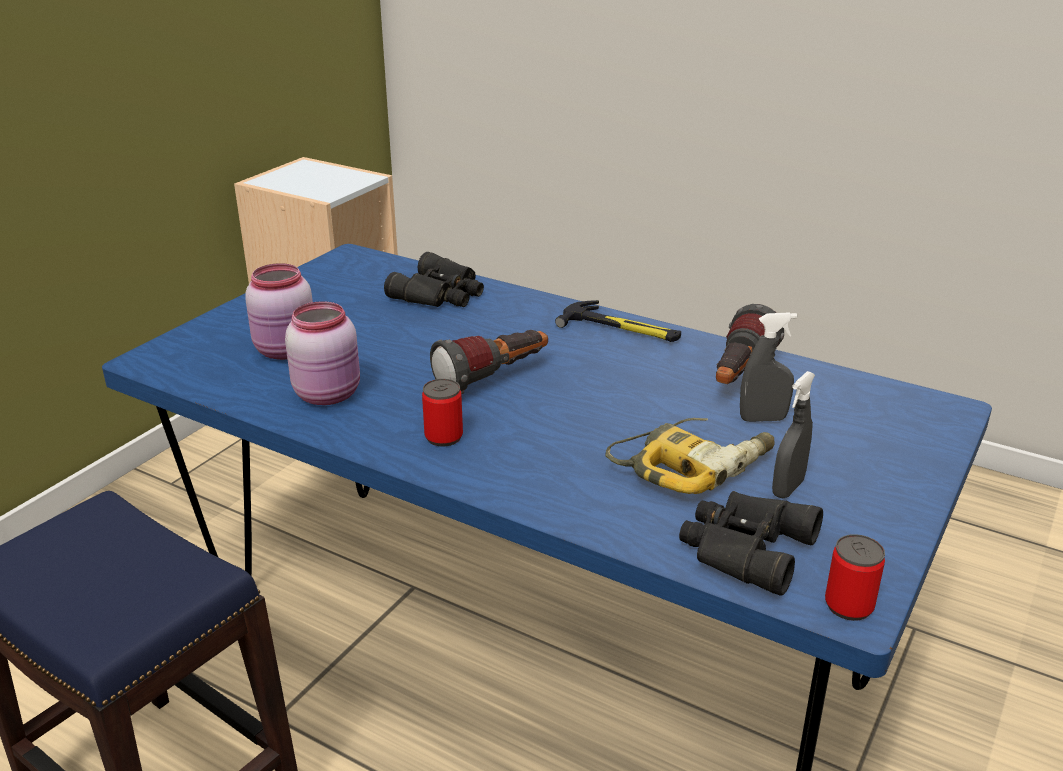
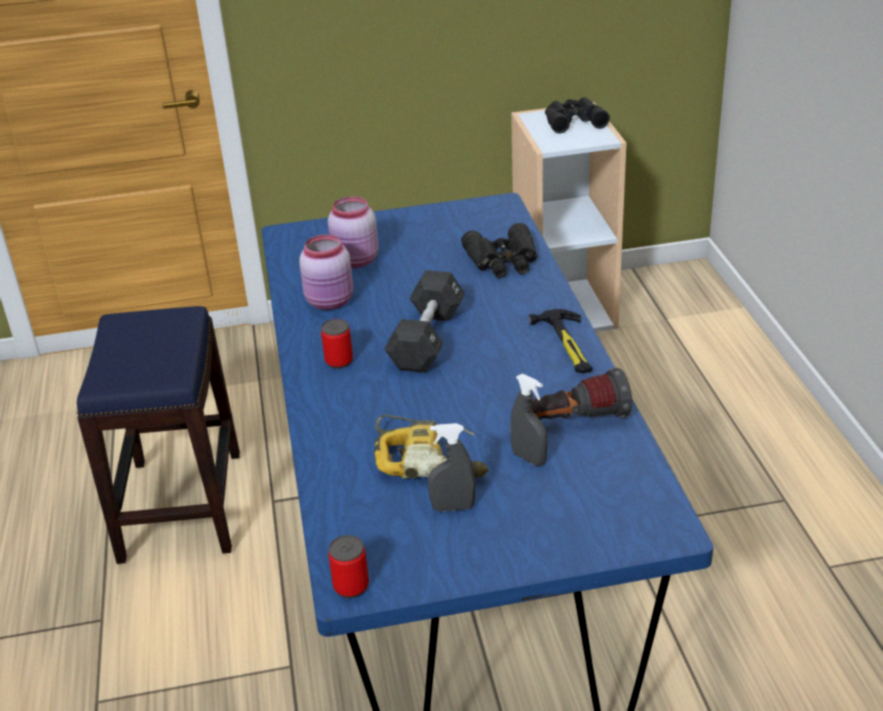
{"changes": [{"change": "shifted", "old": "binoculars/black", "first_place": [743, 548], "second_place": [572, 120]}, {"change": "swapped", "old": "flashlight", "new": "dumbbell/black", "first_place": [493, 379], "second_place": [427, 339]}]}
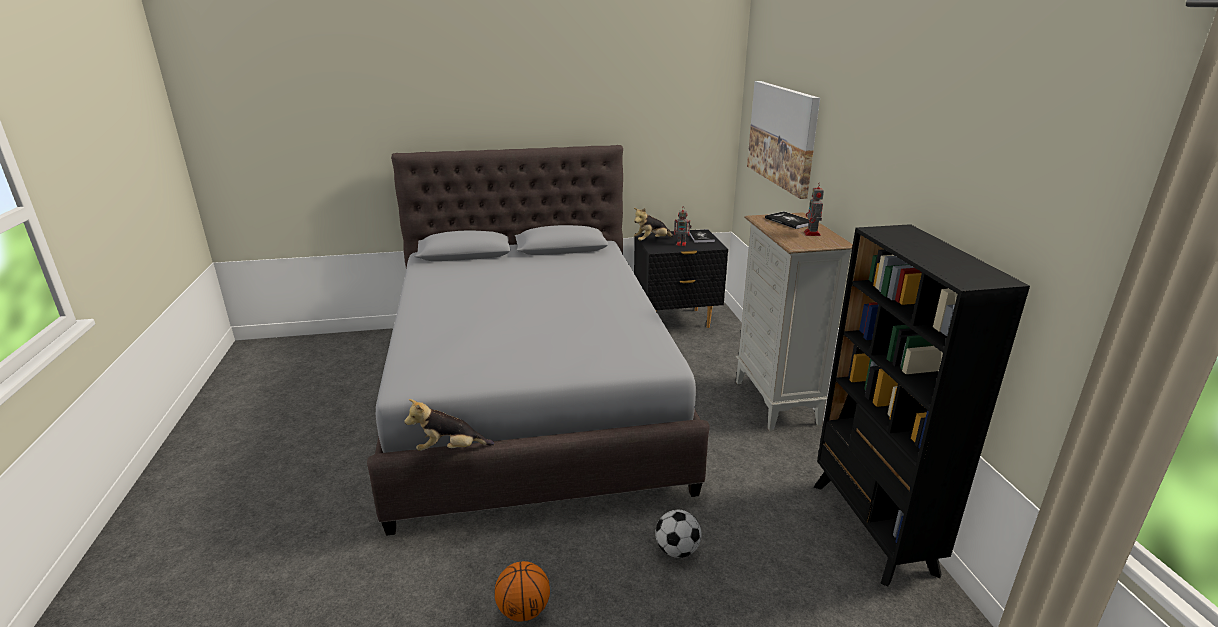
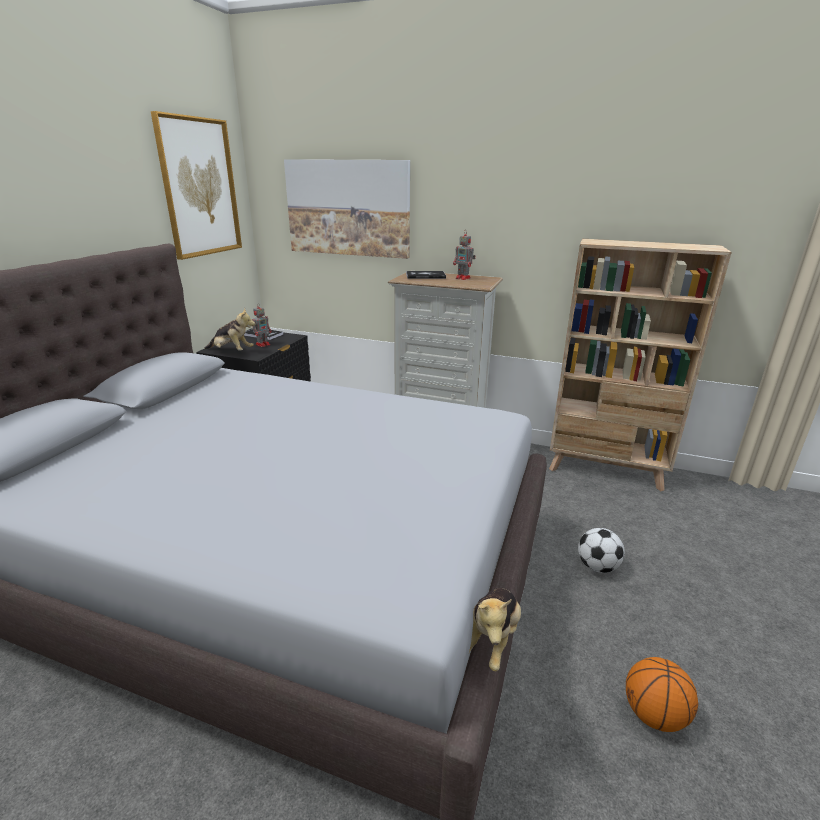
{"changes": [{"change": "new", "new": "picture", "second_place": [199, 188]}, {"change": "repainted", "old": "bookcase/black", "new": "bookcase/beige", "first_place": [872, 528], "second_place": [605, 469]}, {"change": "rotated", "old": "plush toy", "first_place": [651, 241], "second_place": [232, 351], "degrees": -75}]}
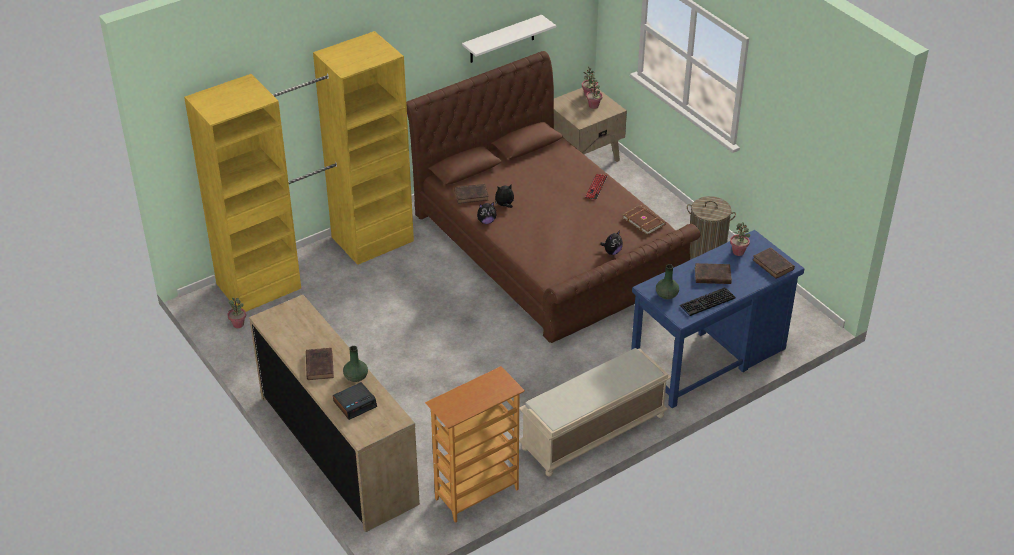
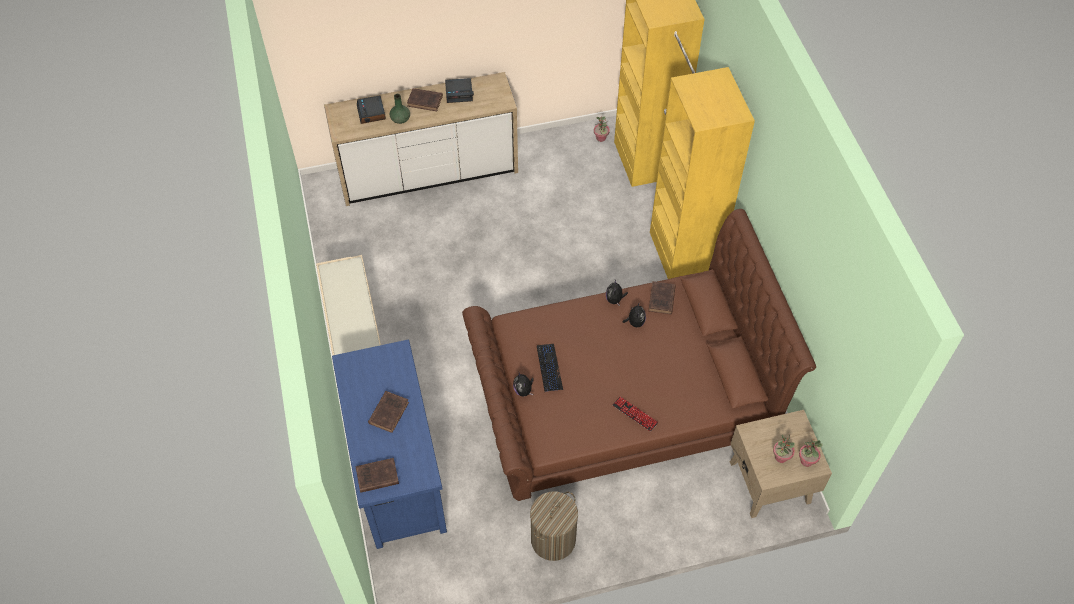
{"changes": [{"change": "gone", "old": "bookcase", "first_place": [477, 494]}, {"change": "gone", "old": "shelf/white", "first_place": [502, 39]}, {"change": "gone", "old": "book/brown", "first_place": [644, 221]}, {"change": "gone", "old": "vase/green", "first_place": [666, 295]}, {"change": "gone", "old": "potted plant", "first_place": [738, 252]}, {"change": "new", "new": "alarm clock", "second_place": [459, 93]}, {"change": "shifted", "old": "keyboard", "first_place": [707, 302], "second_place": [549, 368]}]}
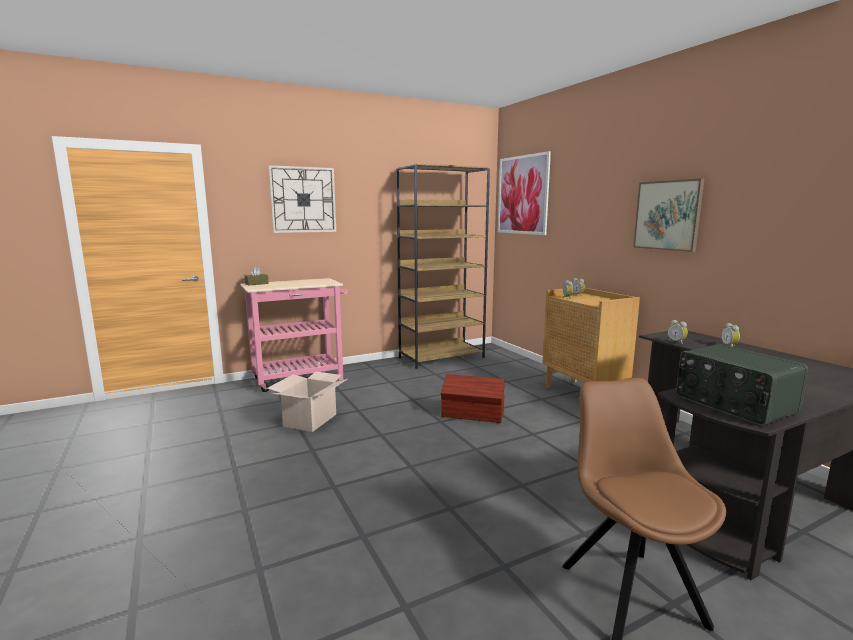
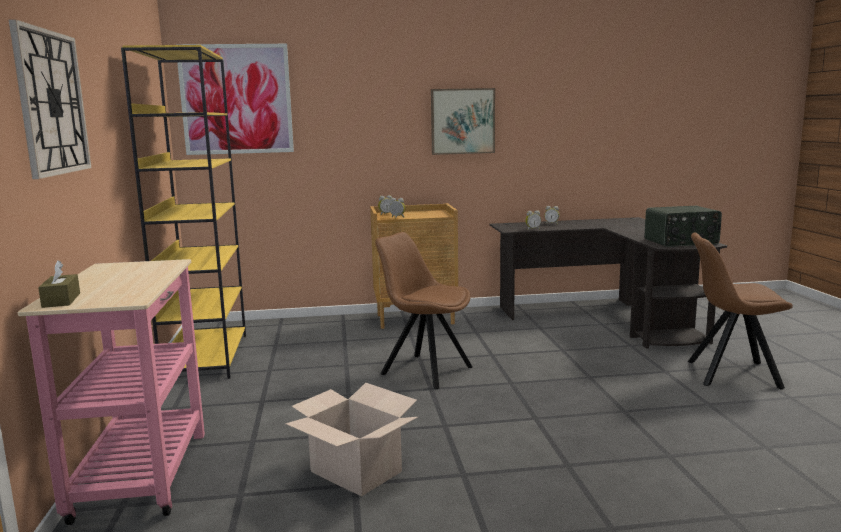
{"changes": [{"change": "swapped", "old": "storage box/brown", "new": "chair/brown", "first_place": [473, 415], "second_place": [425, 370]}, {"change": "repainted", "old": "bookcase/brown", "new": "bookcase/yellow", "first_place": [442, 357], "second_place": [206, 357]}]}
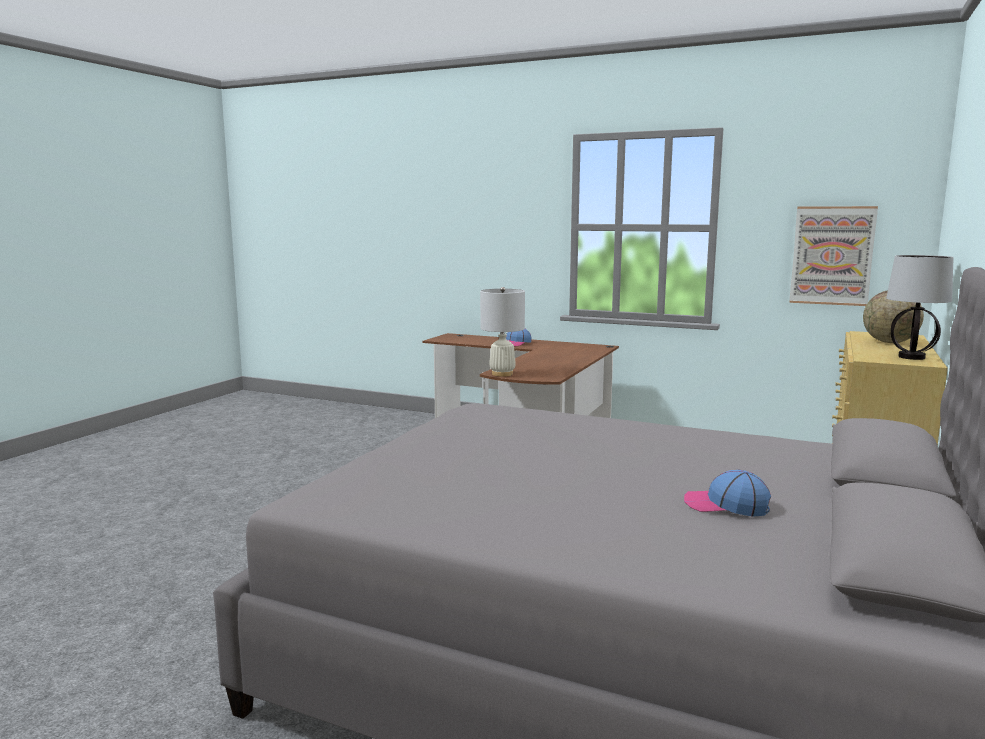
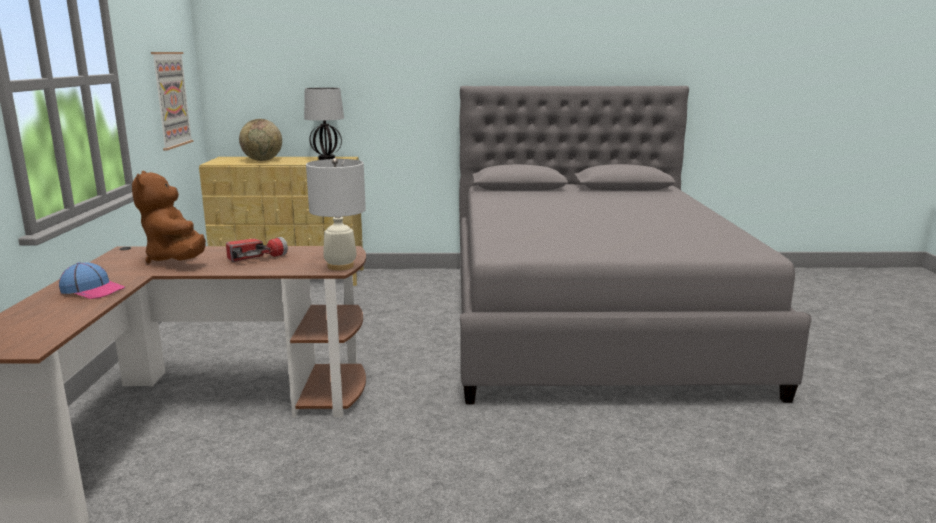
{"changes": [{"change": "gone", "old": "cap", "first_place": [725, 505]}, {"change": "new", "new": "plush toy/brown", "second_place": [177, 260]}, {"change": "new", "new": "flashlight", "second_place": [257, 258]}]}
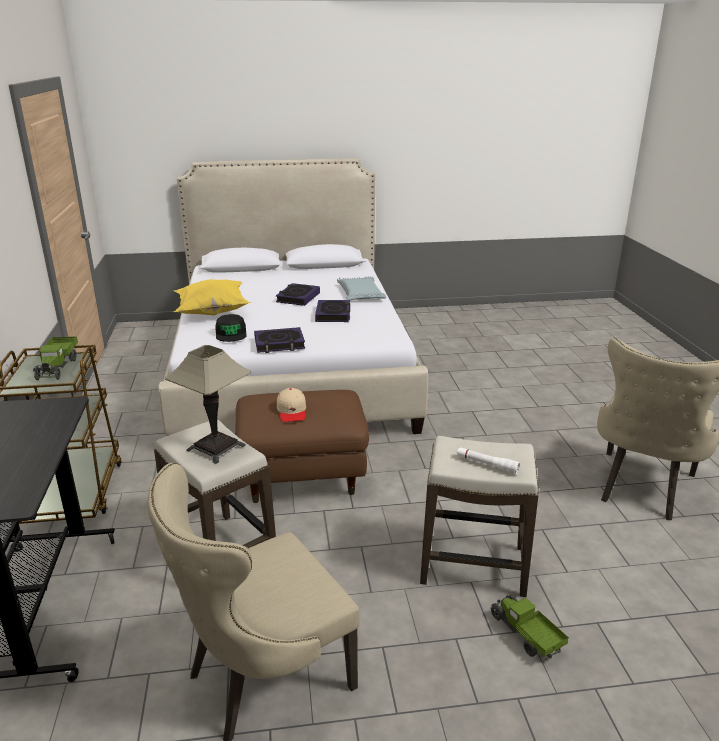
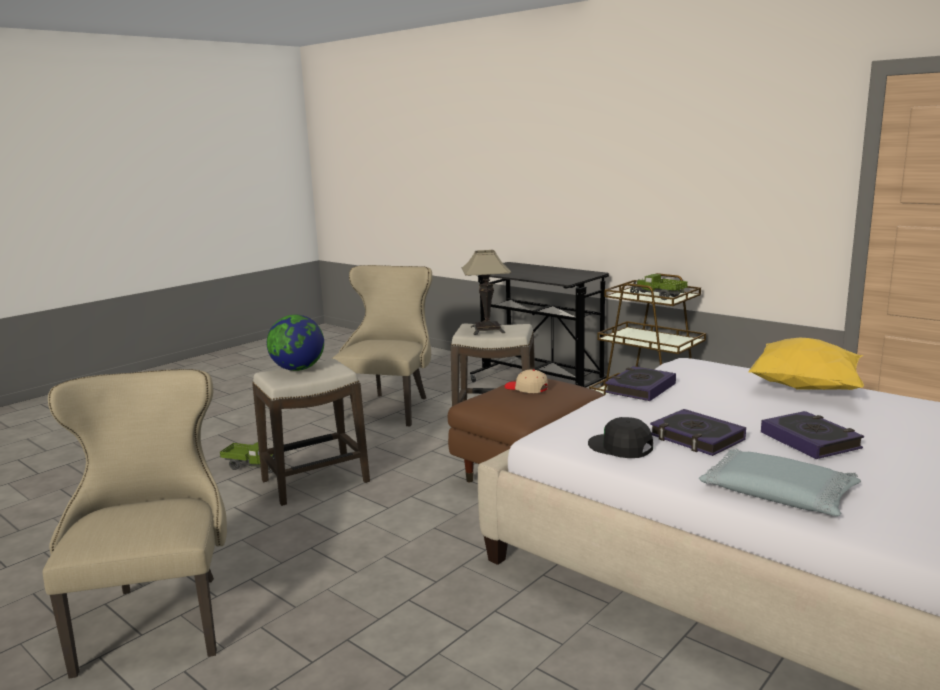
{"changes": [{"change": "shifted", "old": "cap/black", "first_place": [231, 333], "second_place": [620, 447]}, {"change": "swapped", "old": "flashlight/white", "new": "globe", "first_place": [486, 464], "second_place": [298, 369]}]}
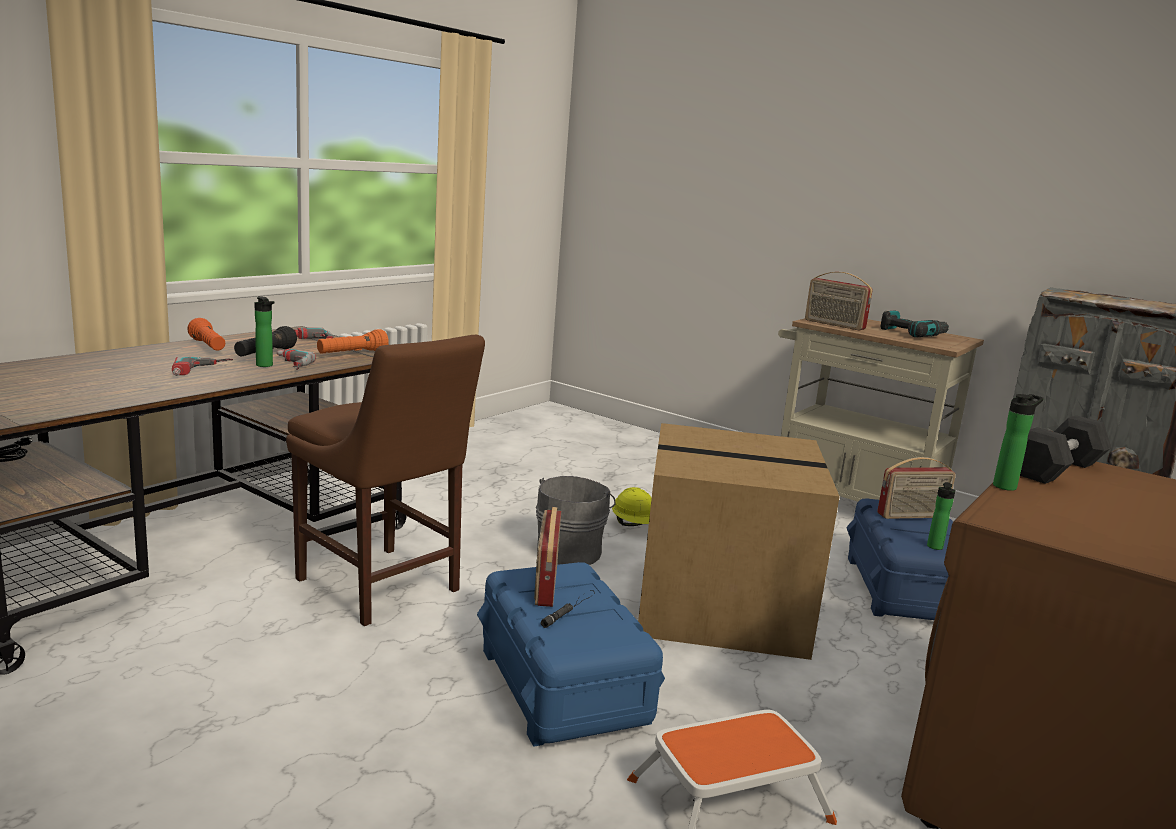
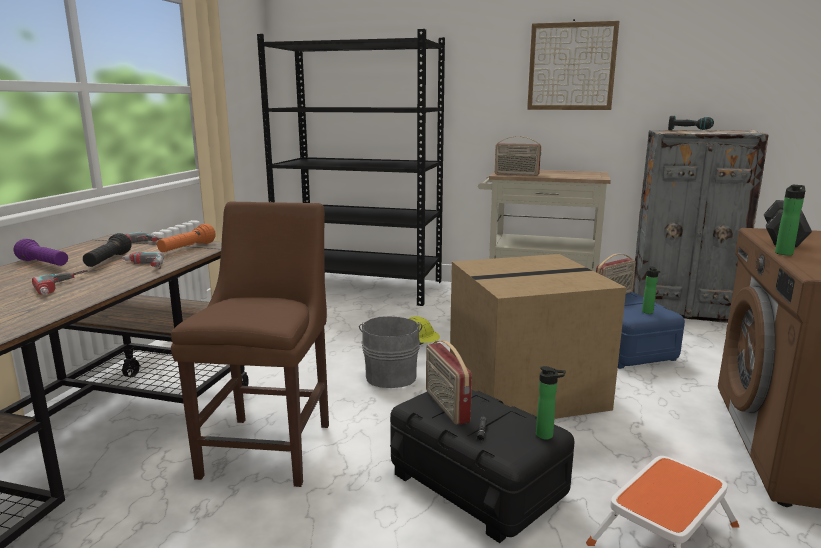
{"changes": [{"change": "new", "new": "bookcase/black", "second_place": [360, 287]}, {"change": "new", "new": "picture", "second_place": [571, 65]}, {"change": "shifted", "old": "bottle", "first_place": [265, 366], "second_place": [547, 435]}, {"change": "shifted", "old": "power drill", "first_place": [912, 334], "second_place": [690, 130]}, {"change": "repainted", "old": "flashlight/orange", "new": "flashlight/purple", "first_place": [208, 346], "second_place": [44, 264]}, {"change": "repainted", "old": "storage box/blue", "new": "storage box/black", "first_place": [564, 685], "second_place": [477, 483]}, {"change": "rotated", "old": "chair/brown", "first_place": [382, 588], "second_place": [270, 445], "degrees": -105}]}
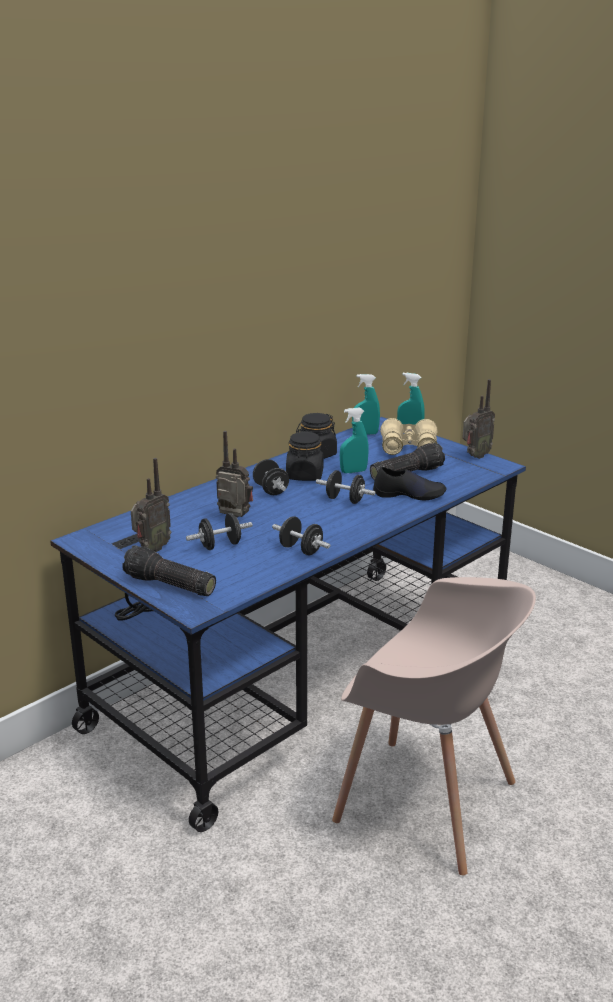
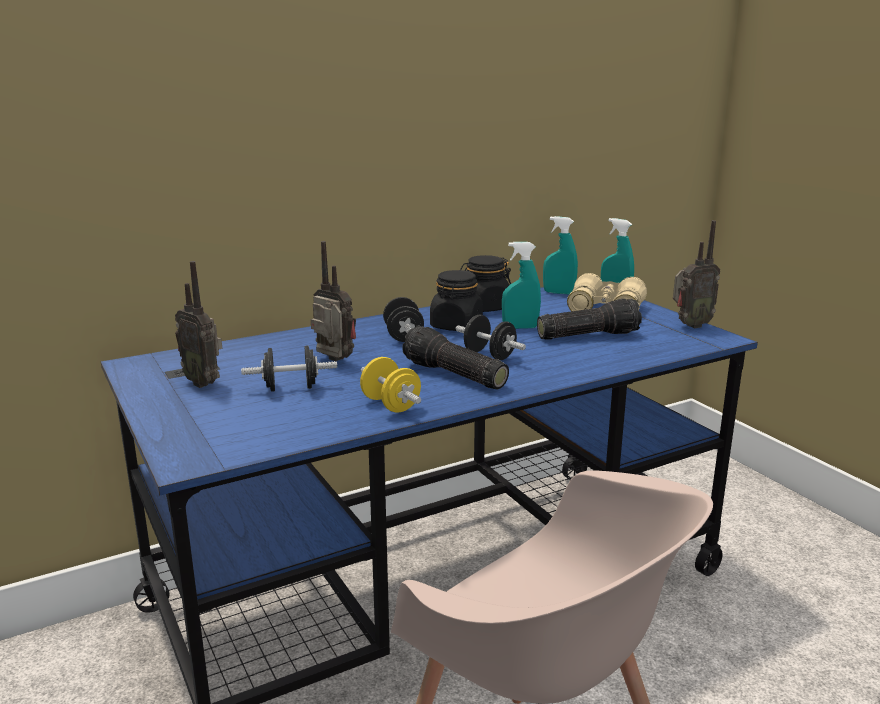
{"changes": [{"change": "gone", "old": "shoe/black", "first_place": [409, 494]}, {"change": "shifted", "old": "flashlight", "first_place": [168, 585], "second_place": [453, 375]}, {"change": "repainted", "old": "dumbbell/black", "new": "dumbbell/yellow", "first_place": [301, 550], "second_place": [390, 405]}, {"change": "rotated", "old": "radio", "first_place": [151, 549], "second_place": [204, 382], "degrees": 75}]}
